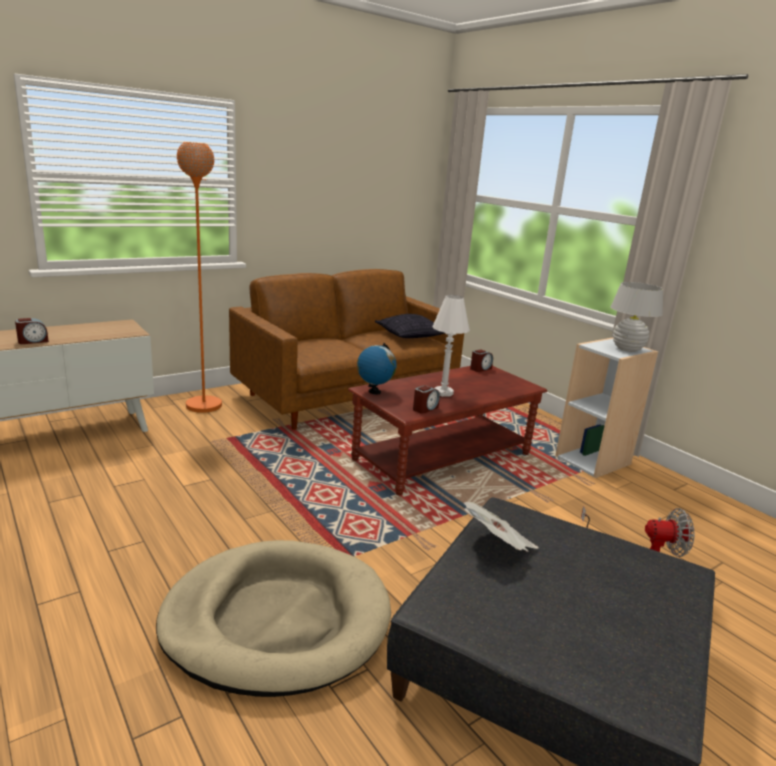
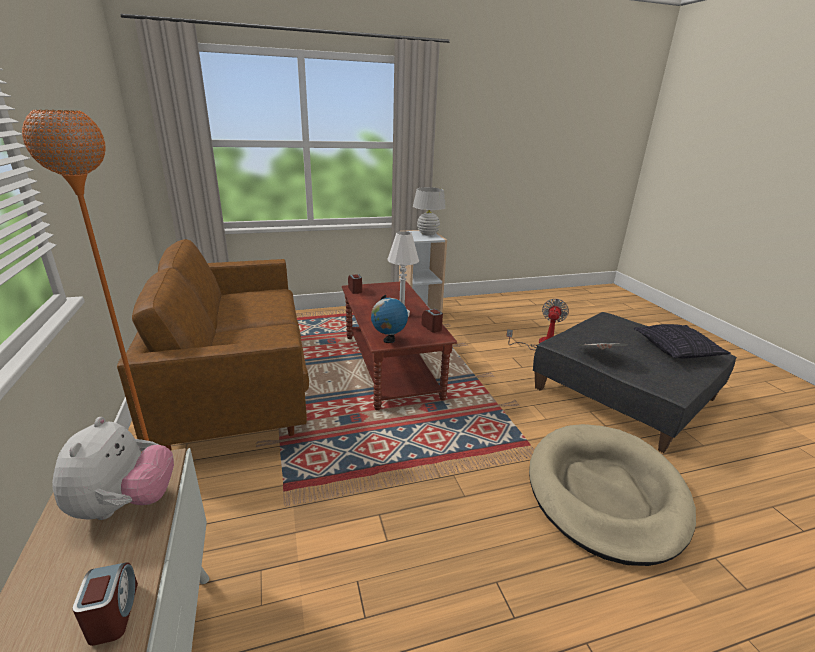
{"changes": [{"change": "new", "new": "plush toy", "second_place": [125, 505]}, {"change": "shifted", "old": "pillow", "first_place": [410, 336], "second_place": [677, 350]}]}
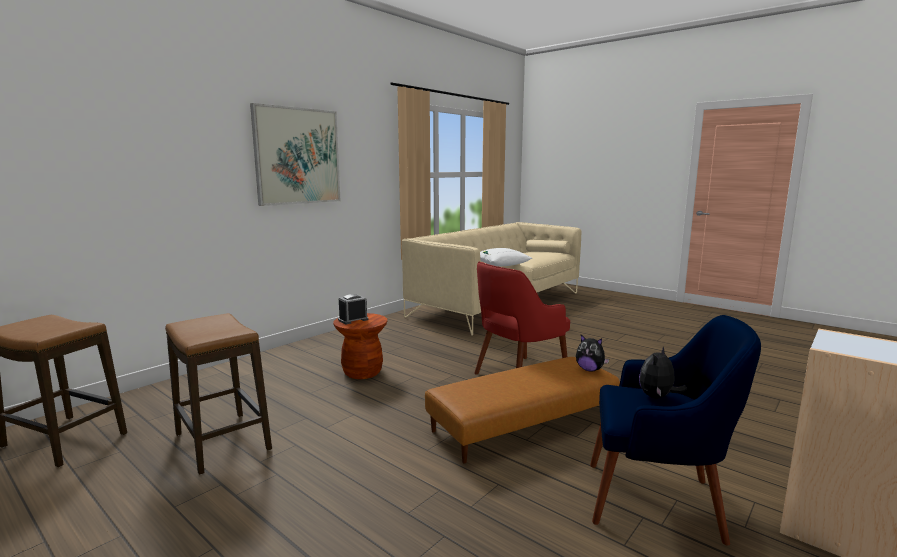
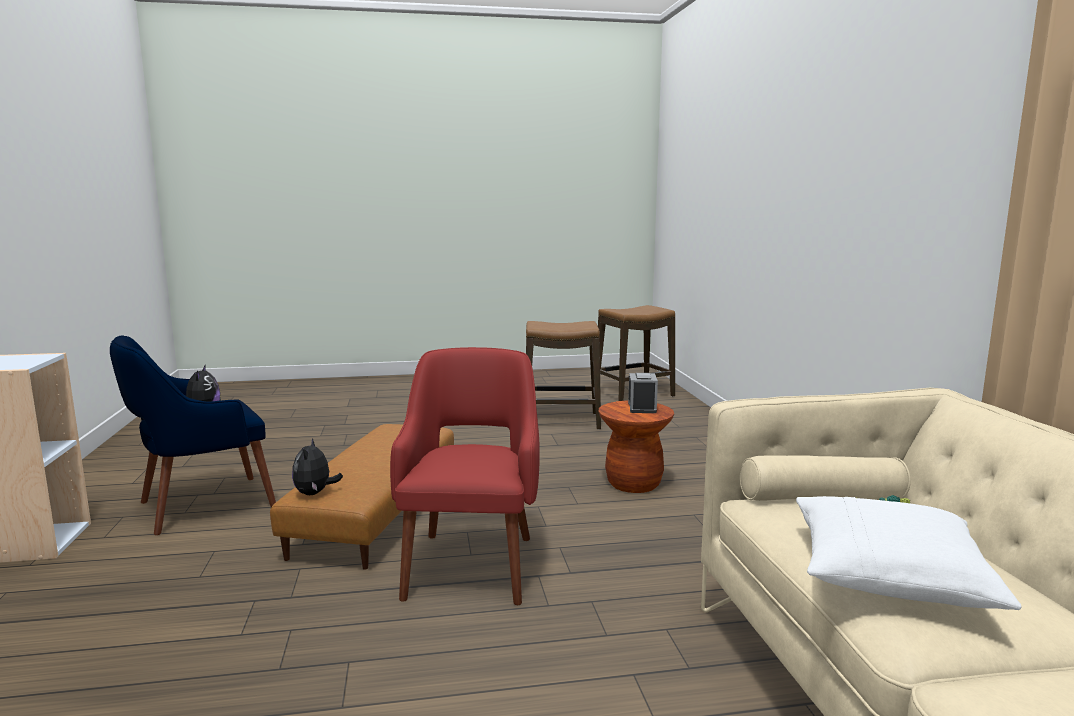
{"changes": [{"change": "gone", "old": "picture", "first_place": [297, 156]}, {"change": "rotated", "old": "plush toy", "first_place": [590, 370], "second_place": [315, 493], "degrees": -75}]}
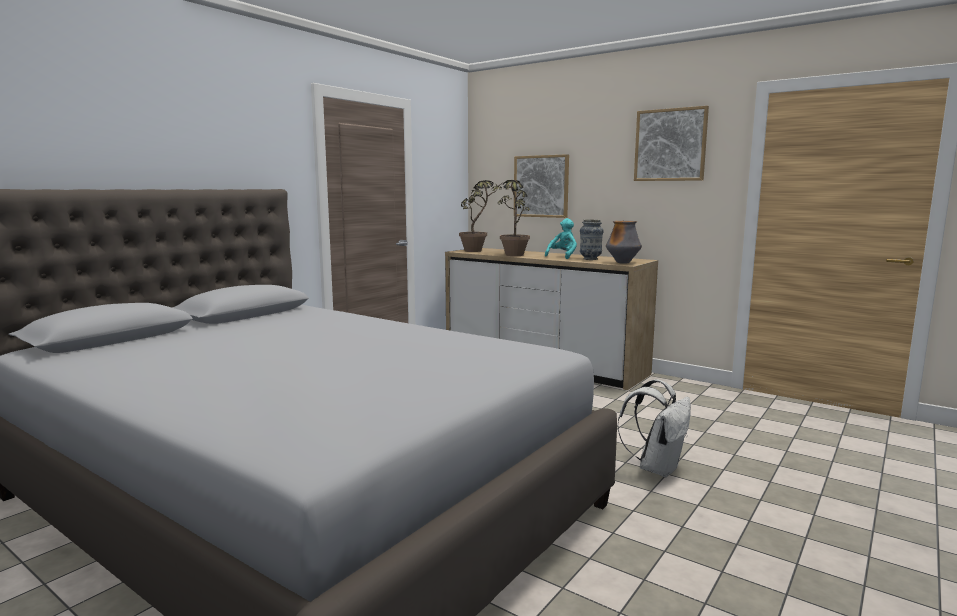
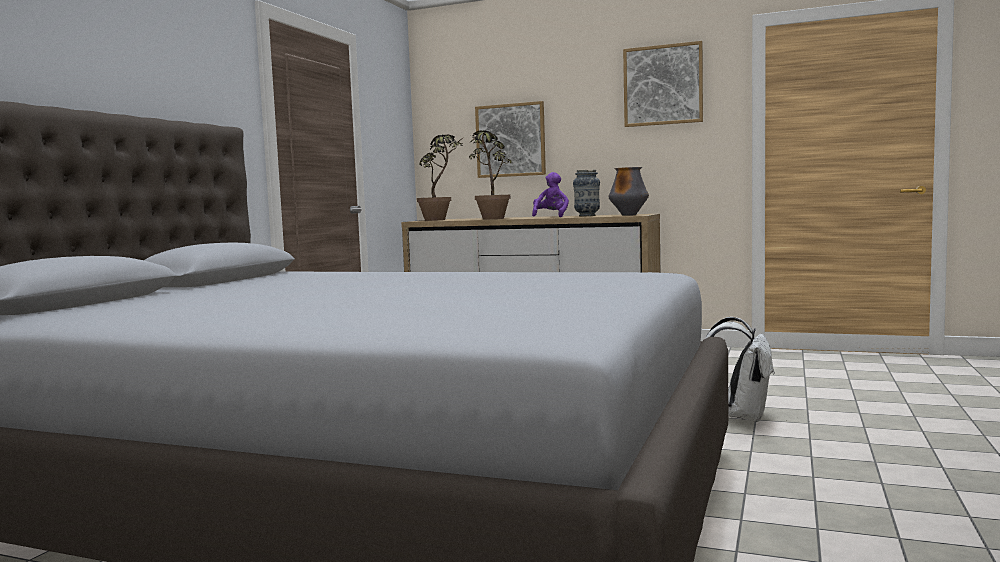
{"changes": [{"change": "repainted", "old": "plush toy/turquoise", "new": "plush toy/purple", "first_place": [562, 256], "second_place": [551, 216]}]}
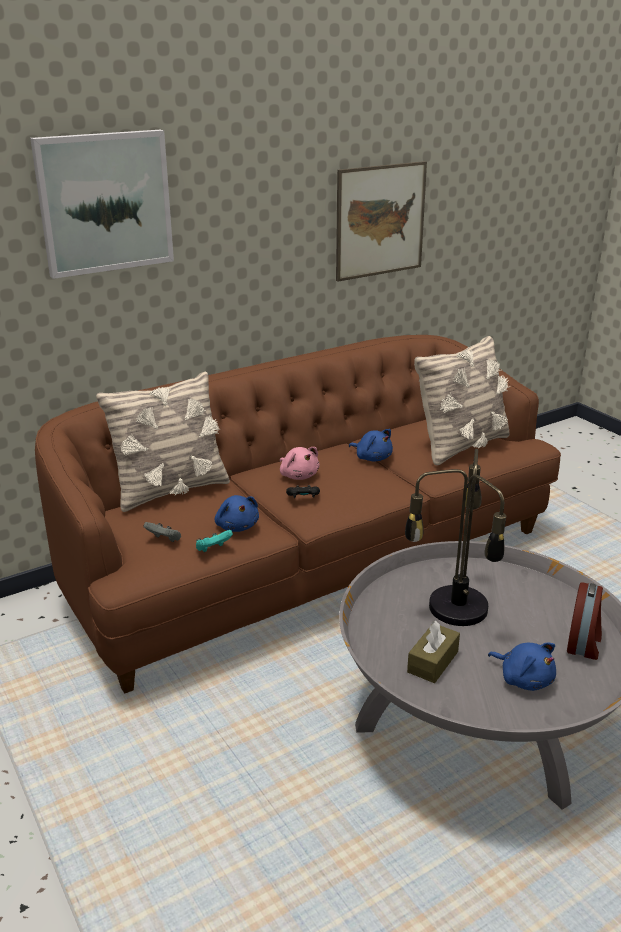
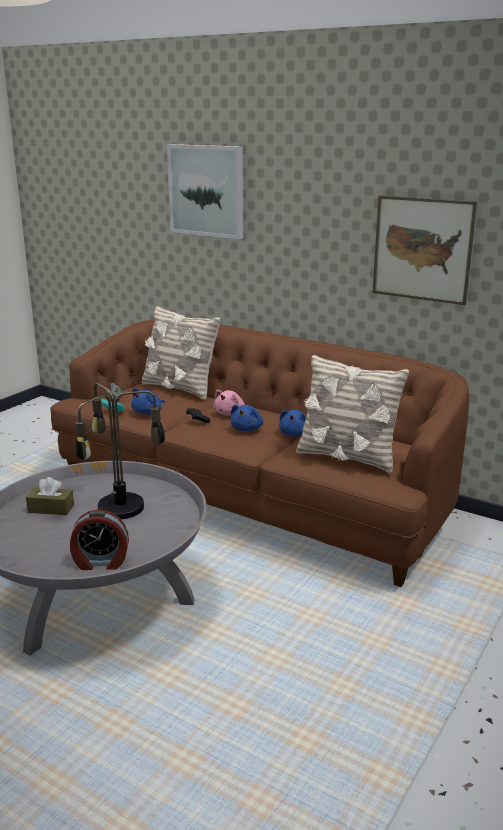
{"changes": [{"change": "shifted", "old": "plush toy/blue", "first_place": [524, 679], "second_place": [247, 429]}]}
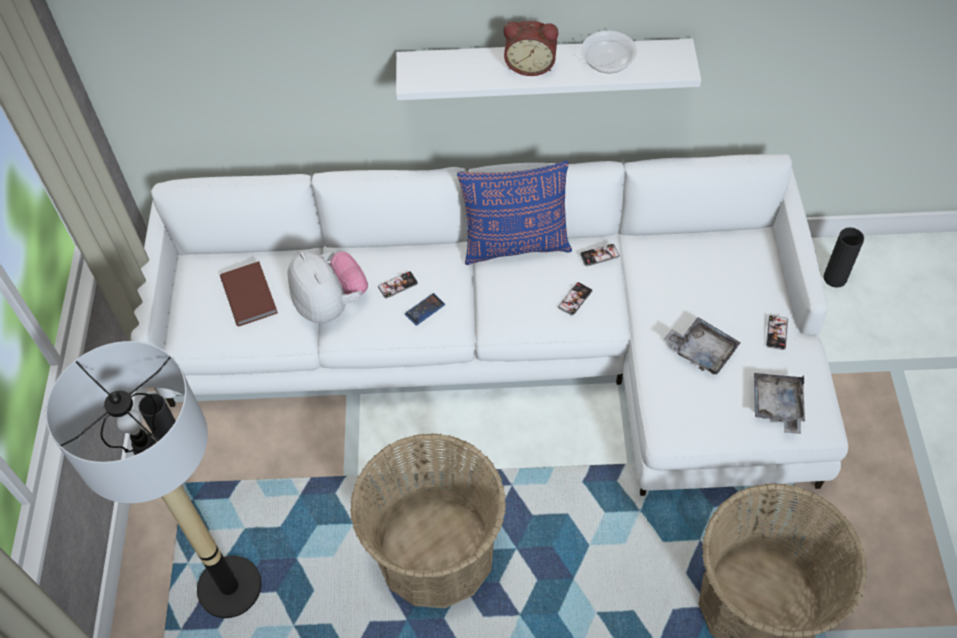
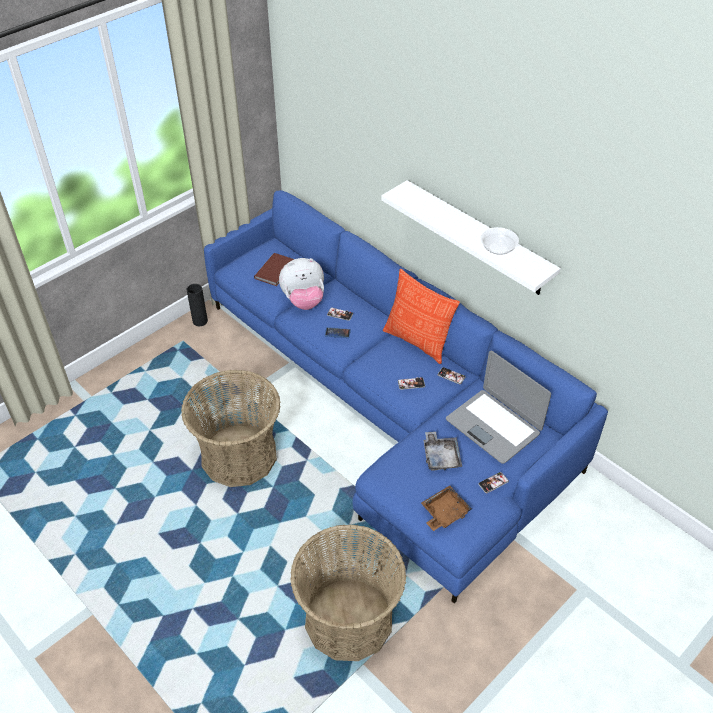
{"changes": [{"change": "gone", "old": "floor lamp", "first_place": [229, 587]}, {"change": "gone", "old": "alarm clock", "first_place": [530, 65]}, {"change": "gone", "old": "vase/black", "first_place": [835, 278]}, {"change": "new", "new": "laptop", "second_place": [493, 426]}, {"change": "repainted", "old": "sofa/white", "new": "sofa/blue", "first_place": [515, 346], "second_place": [390, 406]}, {"change": "repainted", "old": "pillow/blue", "new": "pillow/orange", "first_place": [516, 246], "second_place": [417, 341]}, {"change": "repainted", "old": "tray/grey", "new": "tray/brown", "first_place": [777, 406], "second_place": [444, 513]}, {"change": "rotated", "old": "plush toy", "first_place": [331, 304], "second_place": [304, 301], "degrees": 60}]}
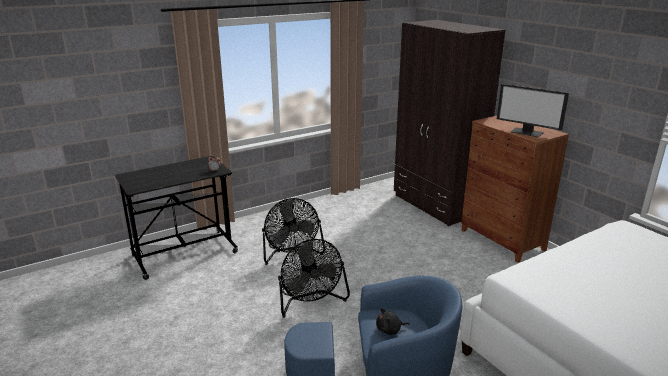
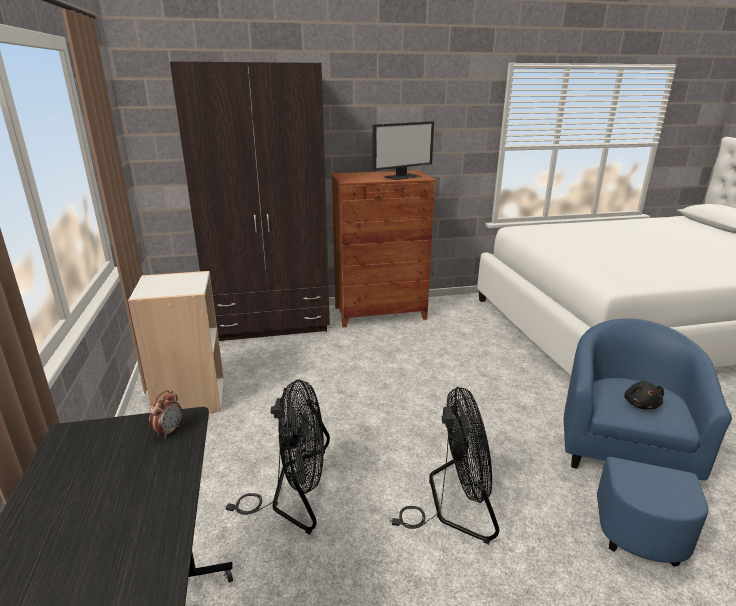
{"changes": [{"change": "new", "new": "bookcase", "second_place": [191, 397]}]}
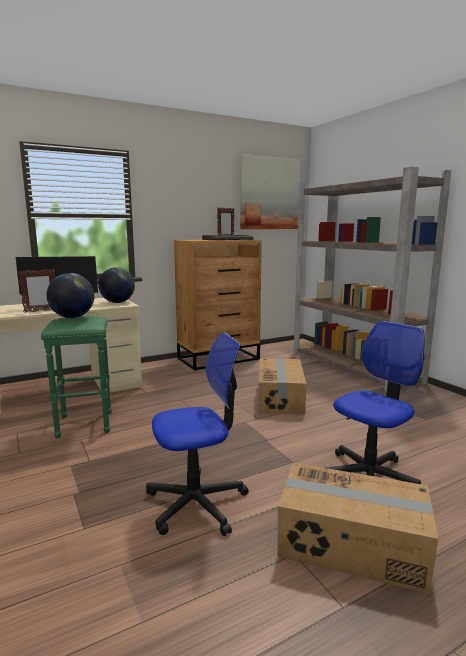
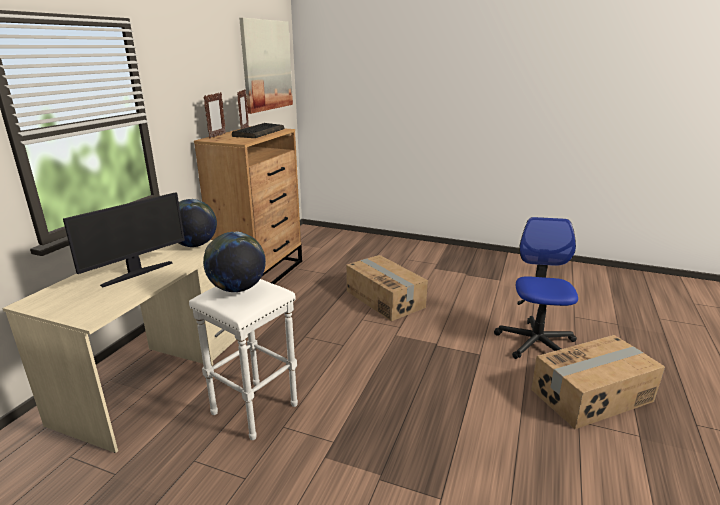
{"changes": [{"change": "gone", "old": "office chair", "first_place": [197, 503]}, {"change": "gone", "old": "bookcase/brown", "first_place": [353, 366]}, {"change": "shifted", "old": "picture frame", "first_place": [41, 311], "second_place": [217, 136]}, {"change": "repainted", "old": "stool/green", "new": "stool/white", "first_place": [83, 424], "second_place": [254, 410]}]}
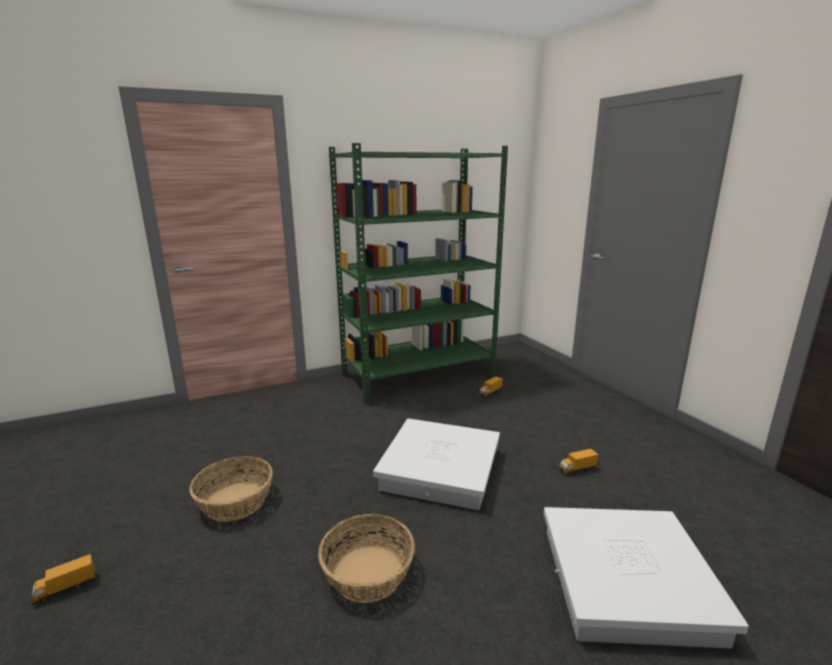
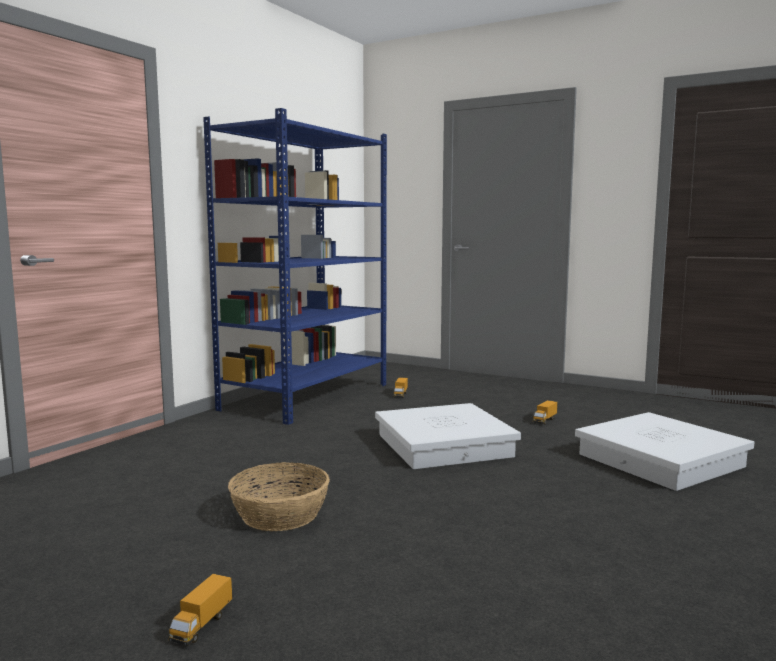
{"changes": [{"change": "gone", "old": "basket", "first_place": [368, 573]}, {"change": "repainted", "old": "bookcase/green", "new": "bookcase/blue", "first_place": [418, 376], "second_place": [307, 396]}]}
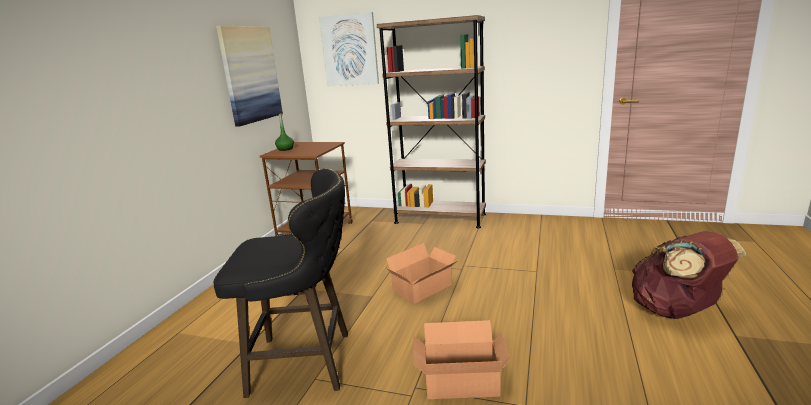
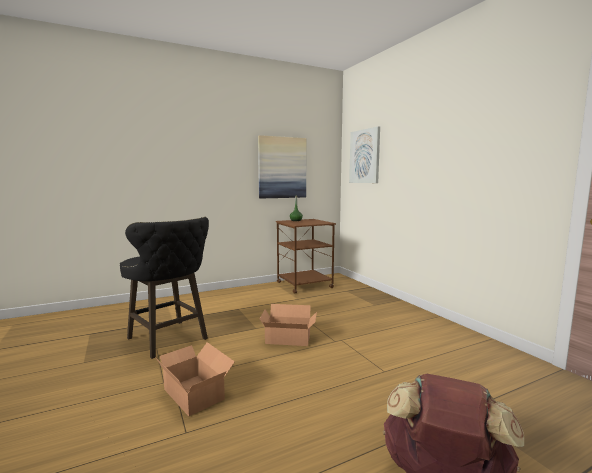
{"changes": [{"change": "gone", "old": "bookcase/brown", "first_place": [440, 218]}]}
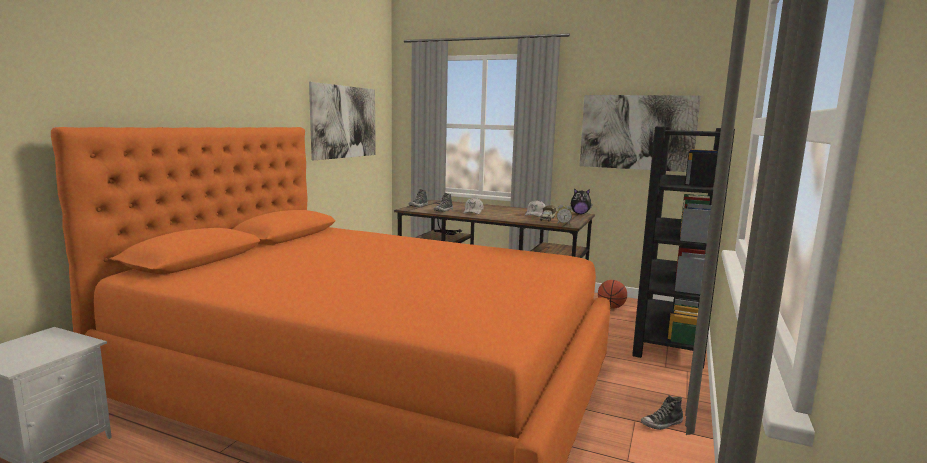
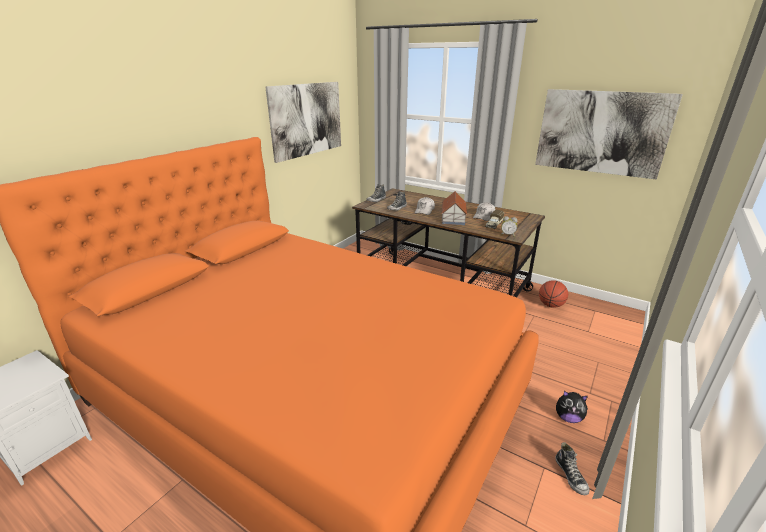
{"changes": [{"change": "gone", "old": "bookcase/black", "first_place": [670, 336]}, {"change": "new", "new": "toy house", "second_place": [453, 218]}, {"change": "shifted", "old": "plush toy", "first_place": [580, 213], "second_place": [568, 418]}, {"change": "rotated", "old": "shoe", "first_place": [662, 424], "second_place": [571, 476], "degrees": -90}]}
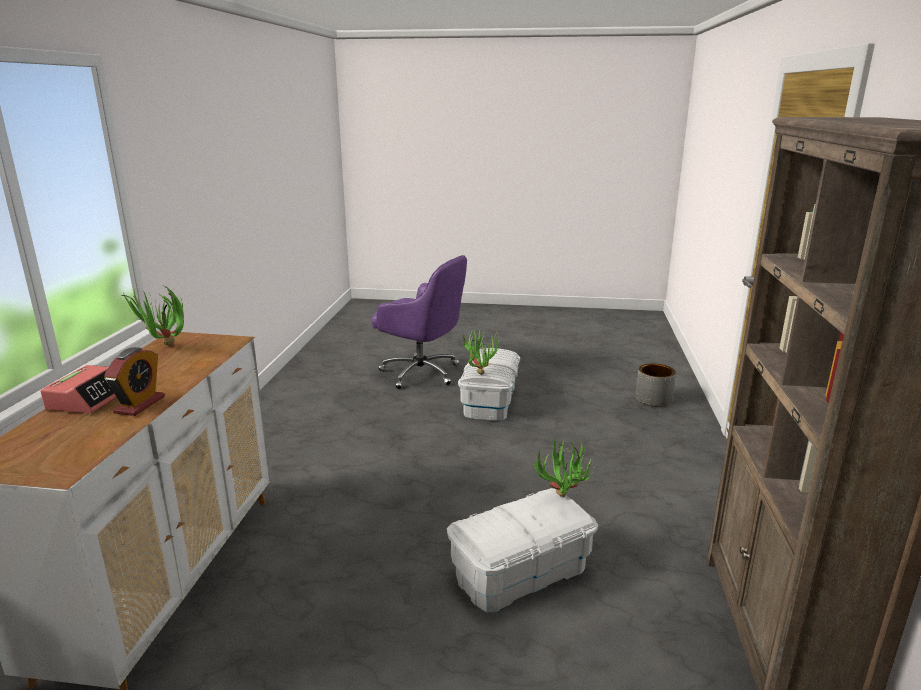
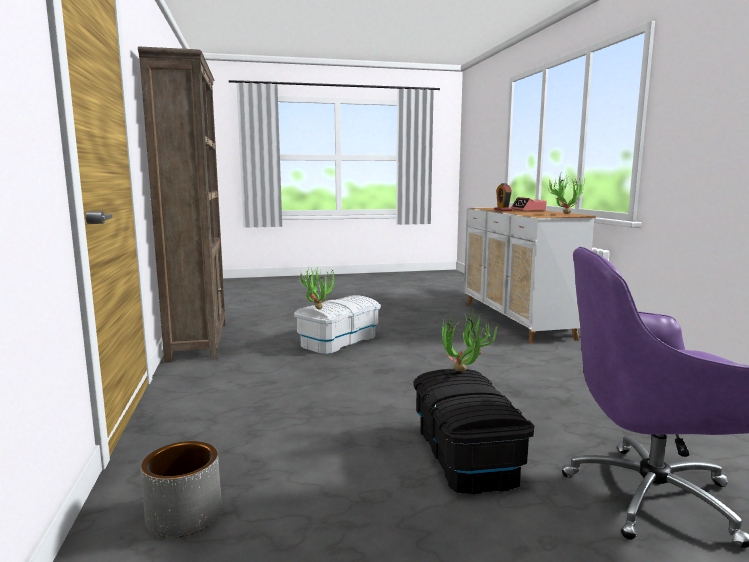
{"changes": [{"change": "repainted", "old": "storage box/white", "new": "storage box/black", "first_place": [490, 401], "second_place": [465, 455]}]}
